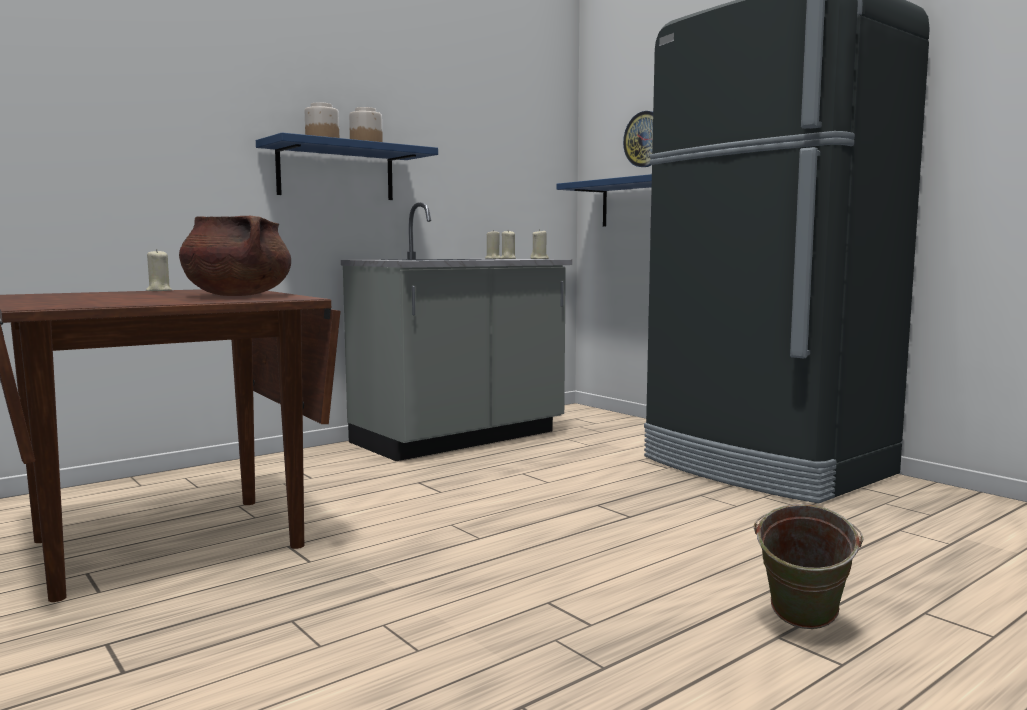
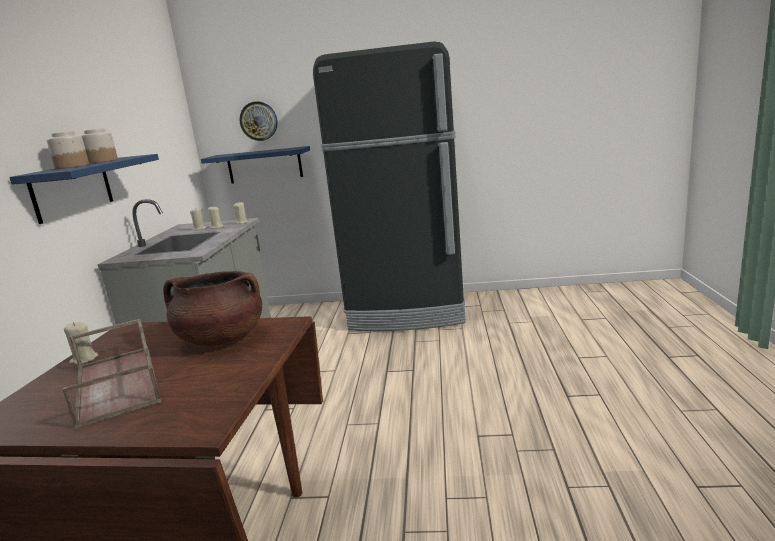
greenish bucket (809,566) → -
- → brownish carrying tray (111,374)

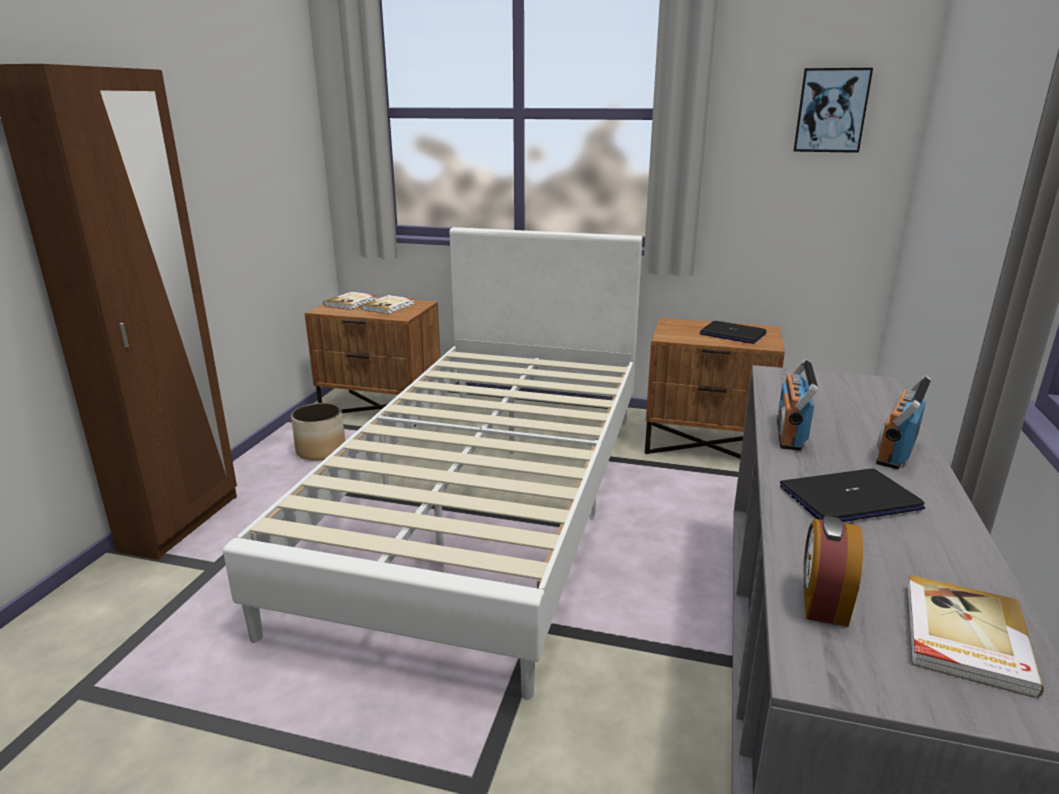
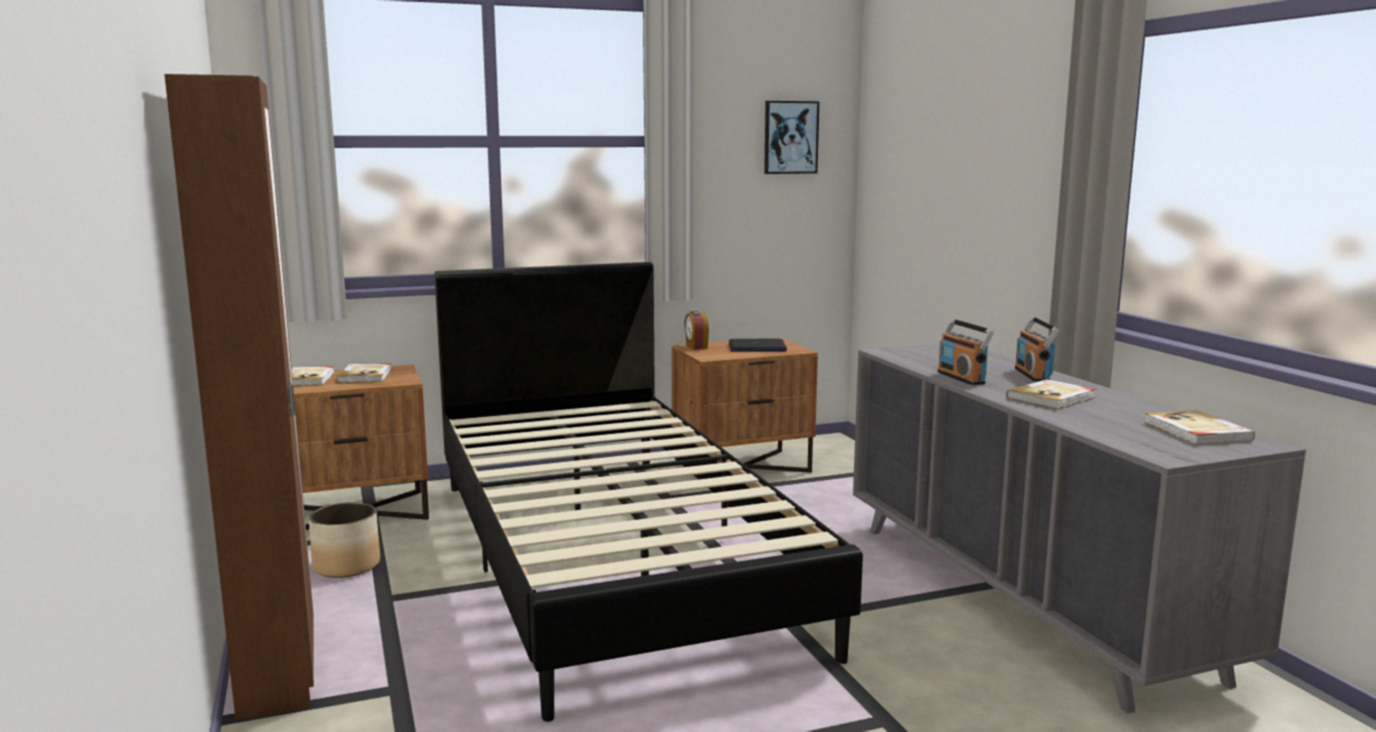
white-coloured bed (433,463) → black bed (648,492)
laptop (852,495) → book (1051,394)
alarm clock (833,571) → alarm clock (696,330), relocated

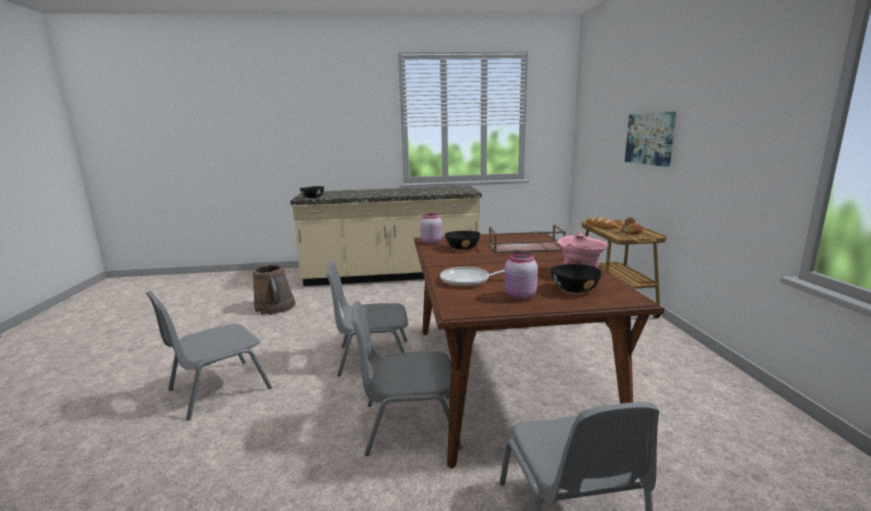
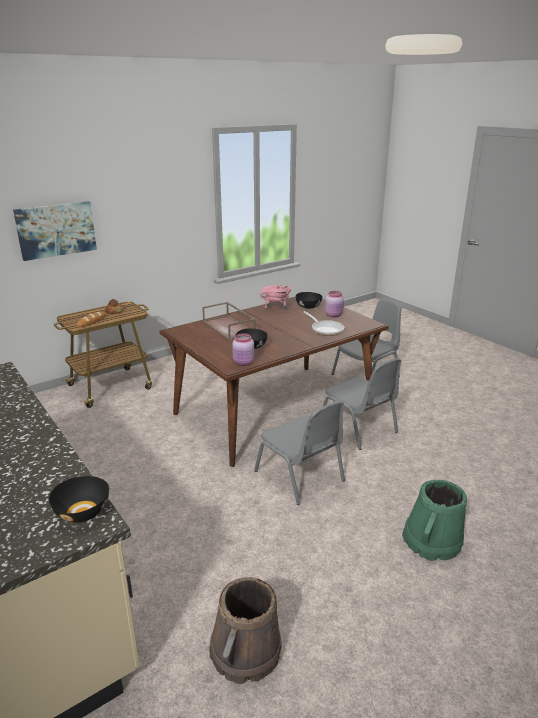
gray upright chair (209,355) → greenish bucket (434,520)

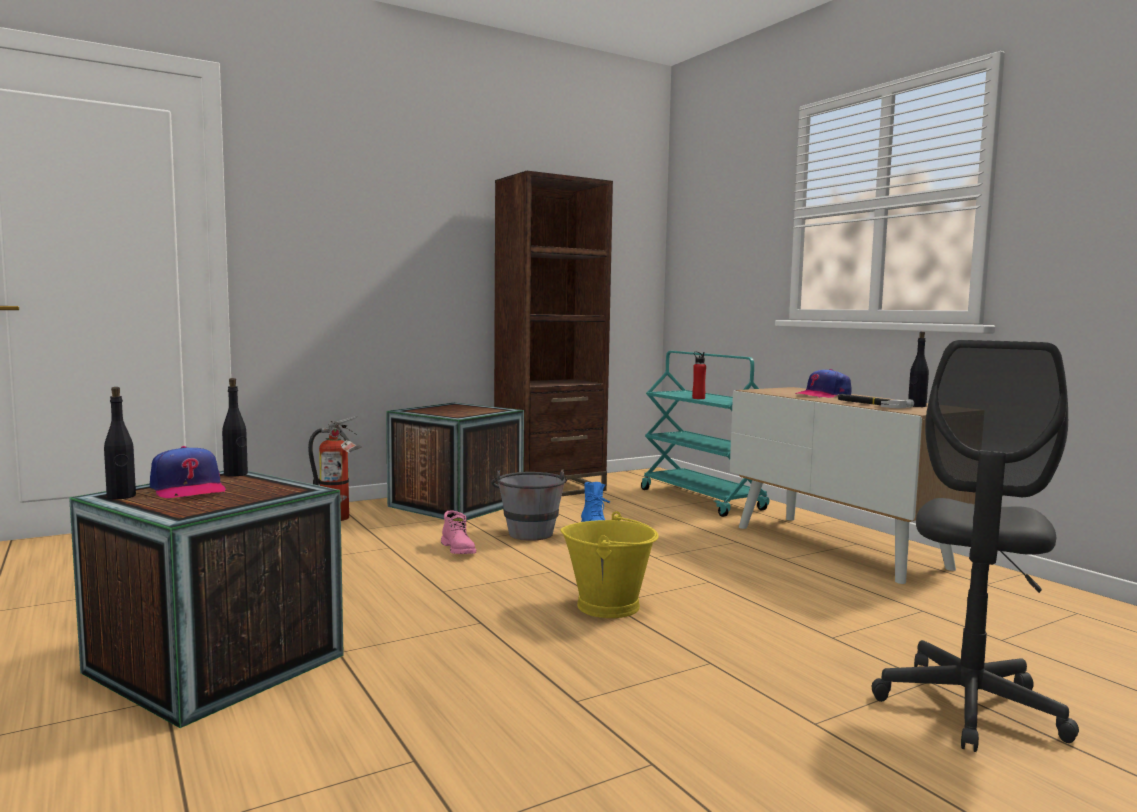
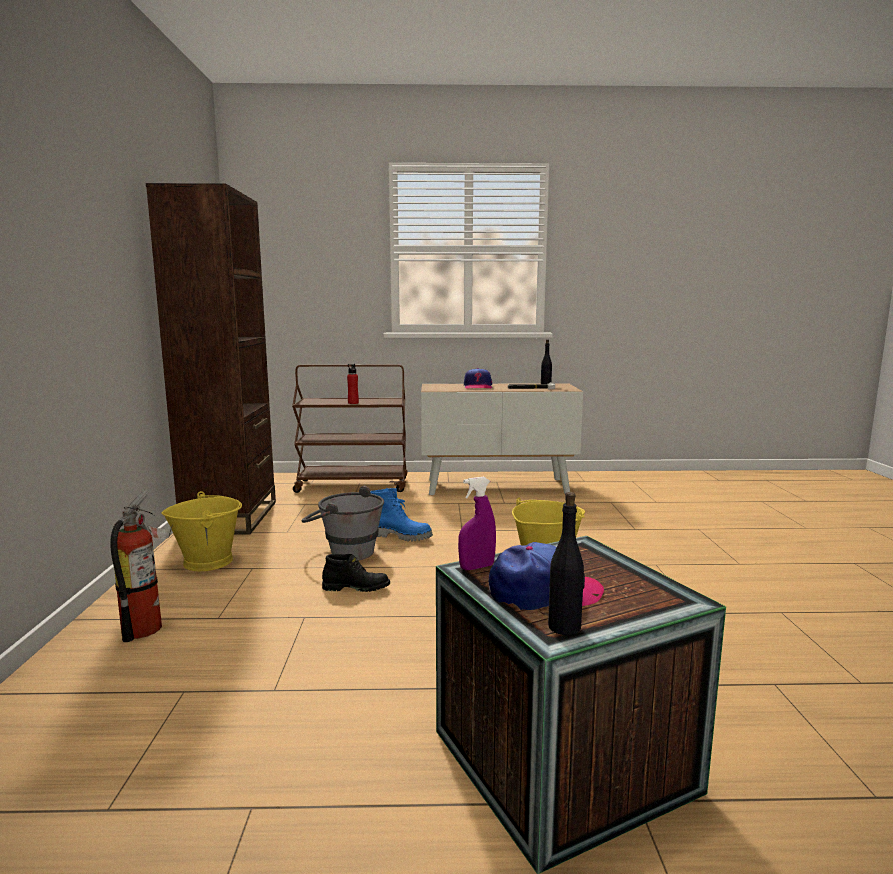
black bottle (235,427) → purple-coloured sprayer (477,523)
crate (455,461) → yellow-coloured bucket (202,531)
pink boot (458,532) → black boot (356,572)
turquoise trolley (705,434) → brownish trolley (349,429)
gray office chair (975,546) → -

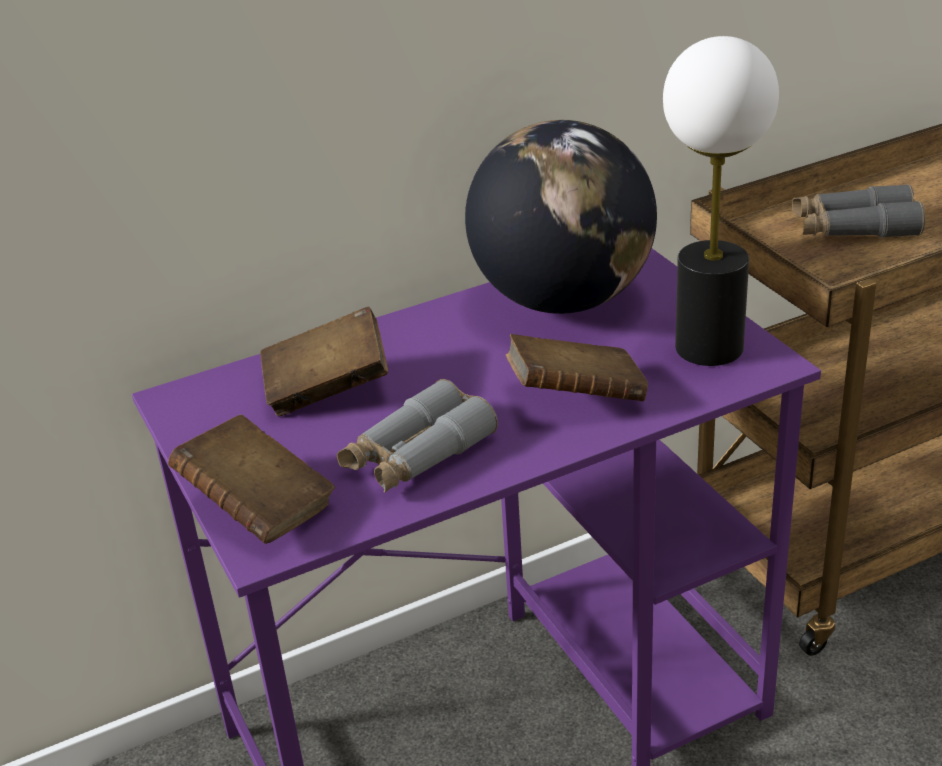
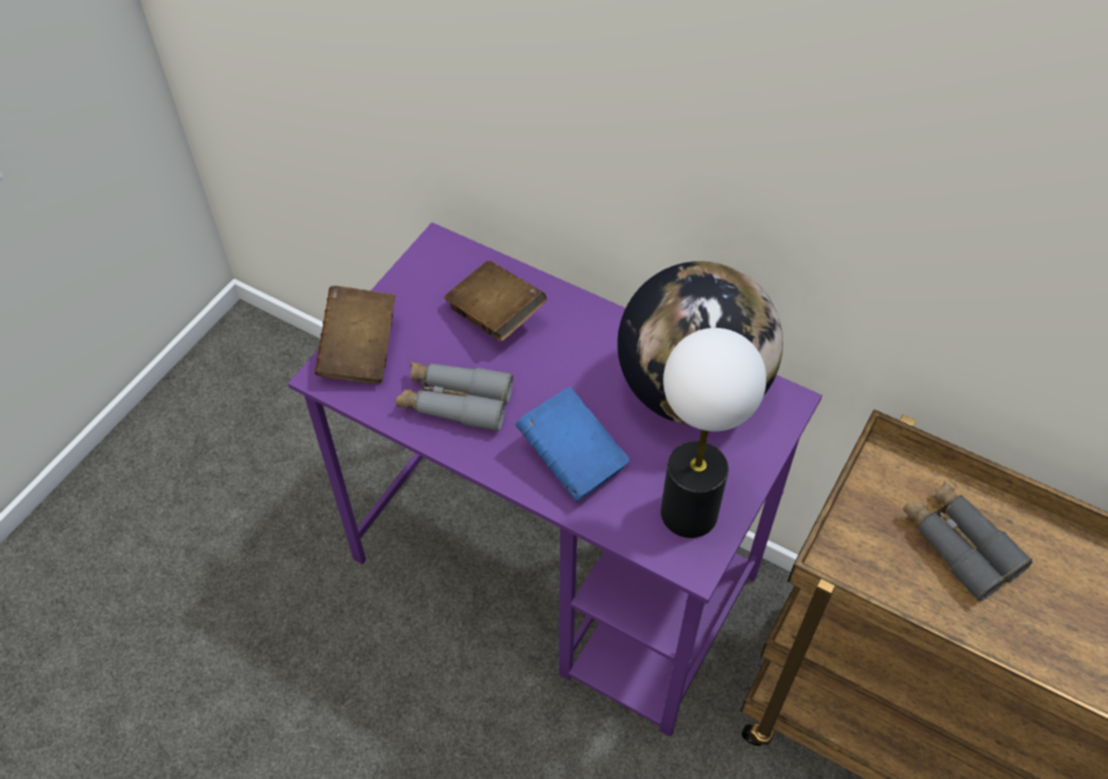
brownish book (577,367) → blue book (572,444)

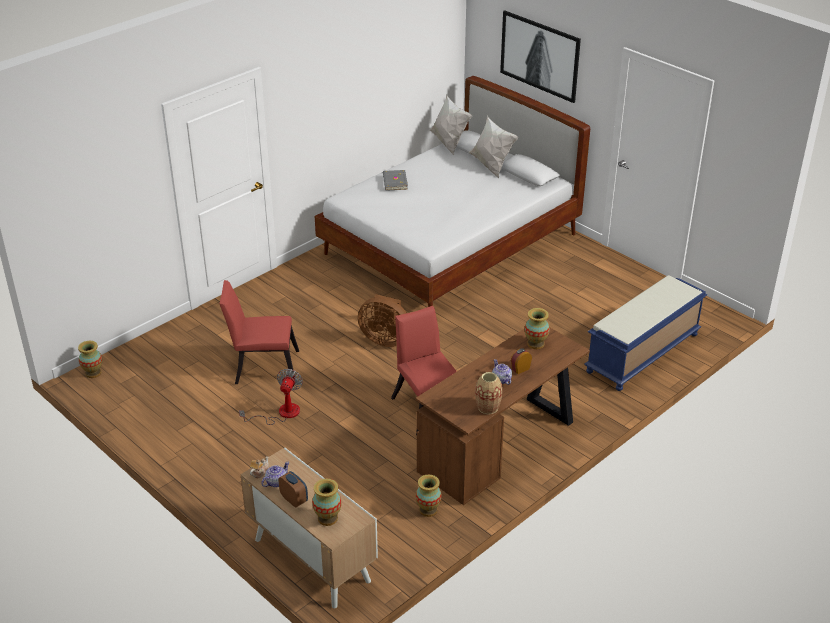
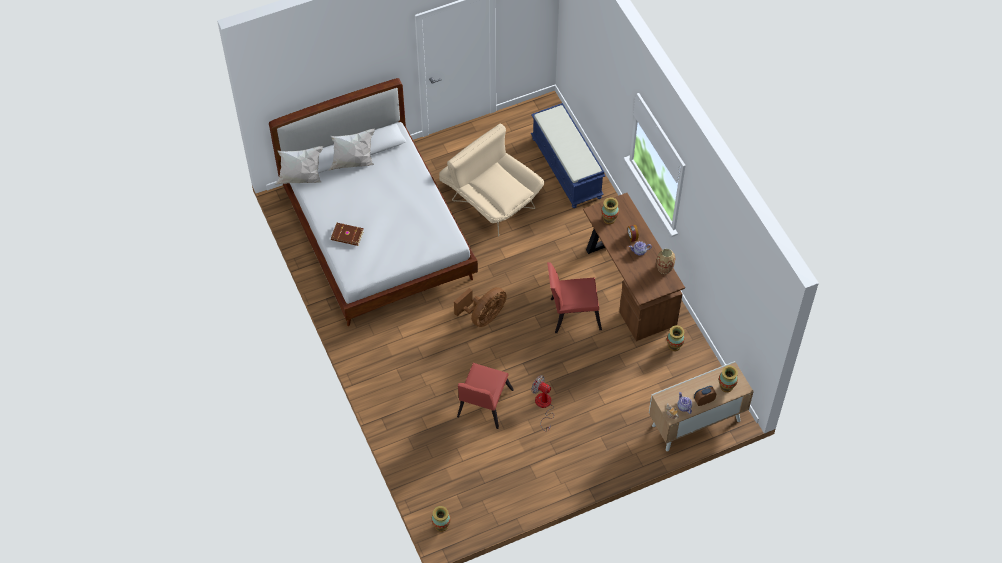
gray book (395,180) → brownish book (347,234)
wall picture (540,56) → -
- → beige easy chair (491,179)

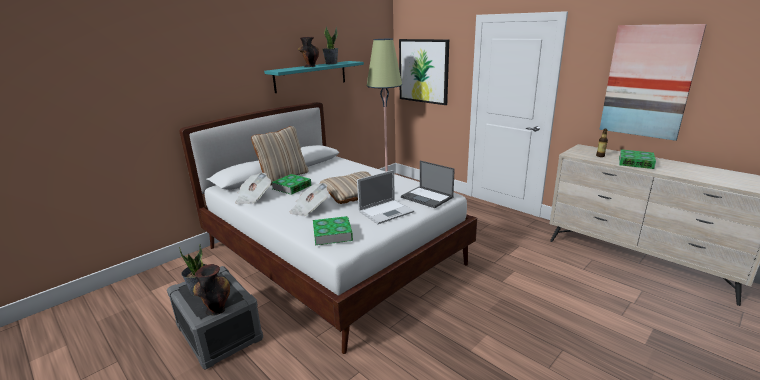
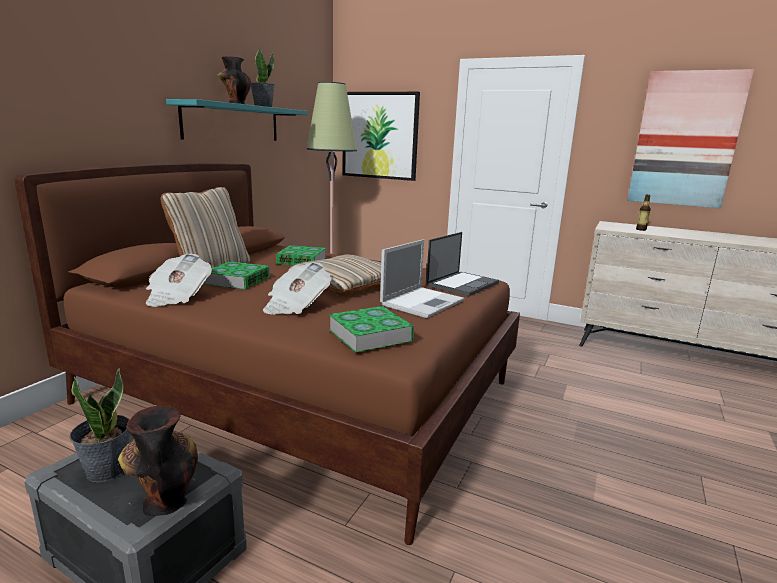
white-coloured bed (328,228) → brownish bed (267,354)
laptop (428,184) → laptop (462,264), 75 degrees counterclockwise
book (637,159) → book (301,255), relocated

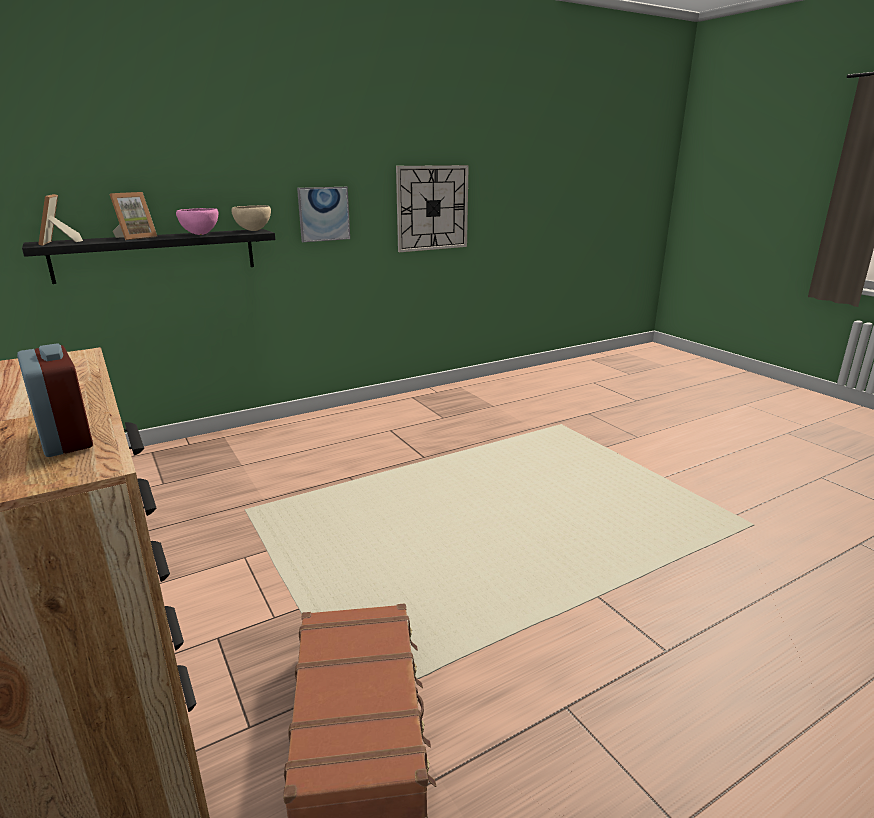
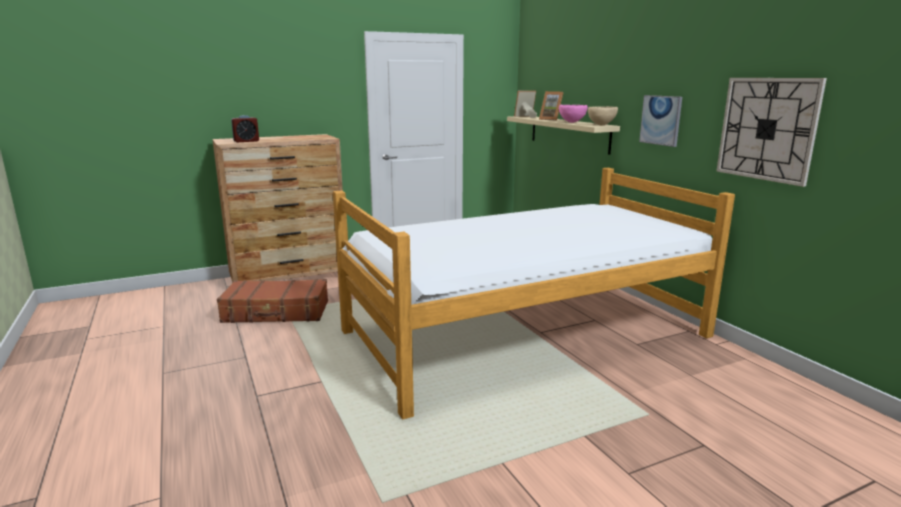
black wall shelf (148,256) → beige wall shelf (563,135)
- → bed (534,293)

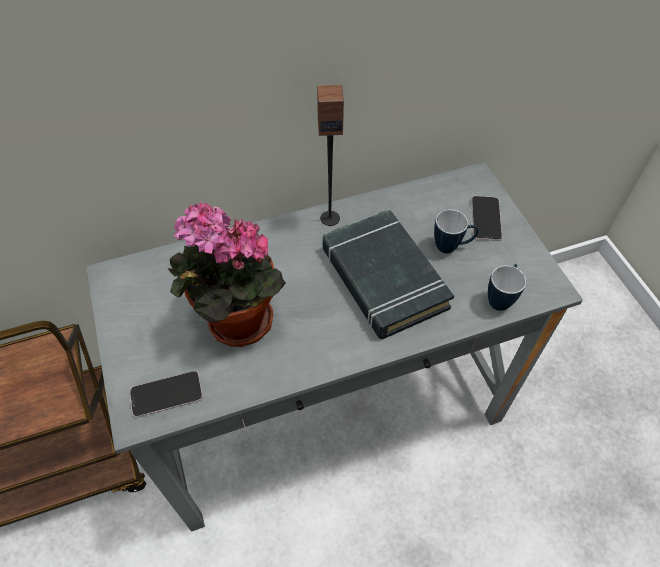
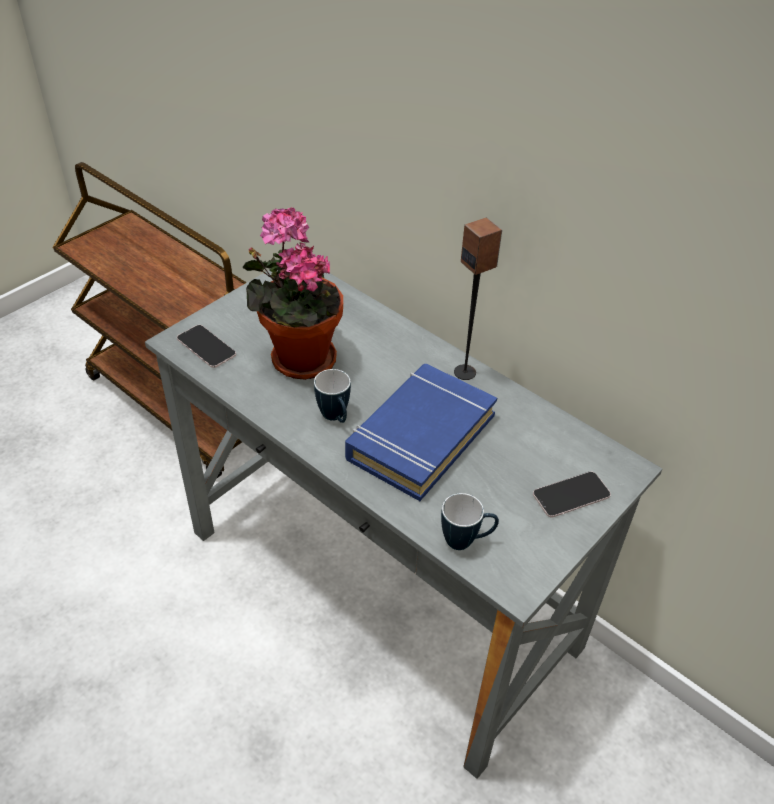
black book (388,274) → blue book (421,432)
mug (456,231) → mug (332,396), relocated

